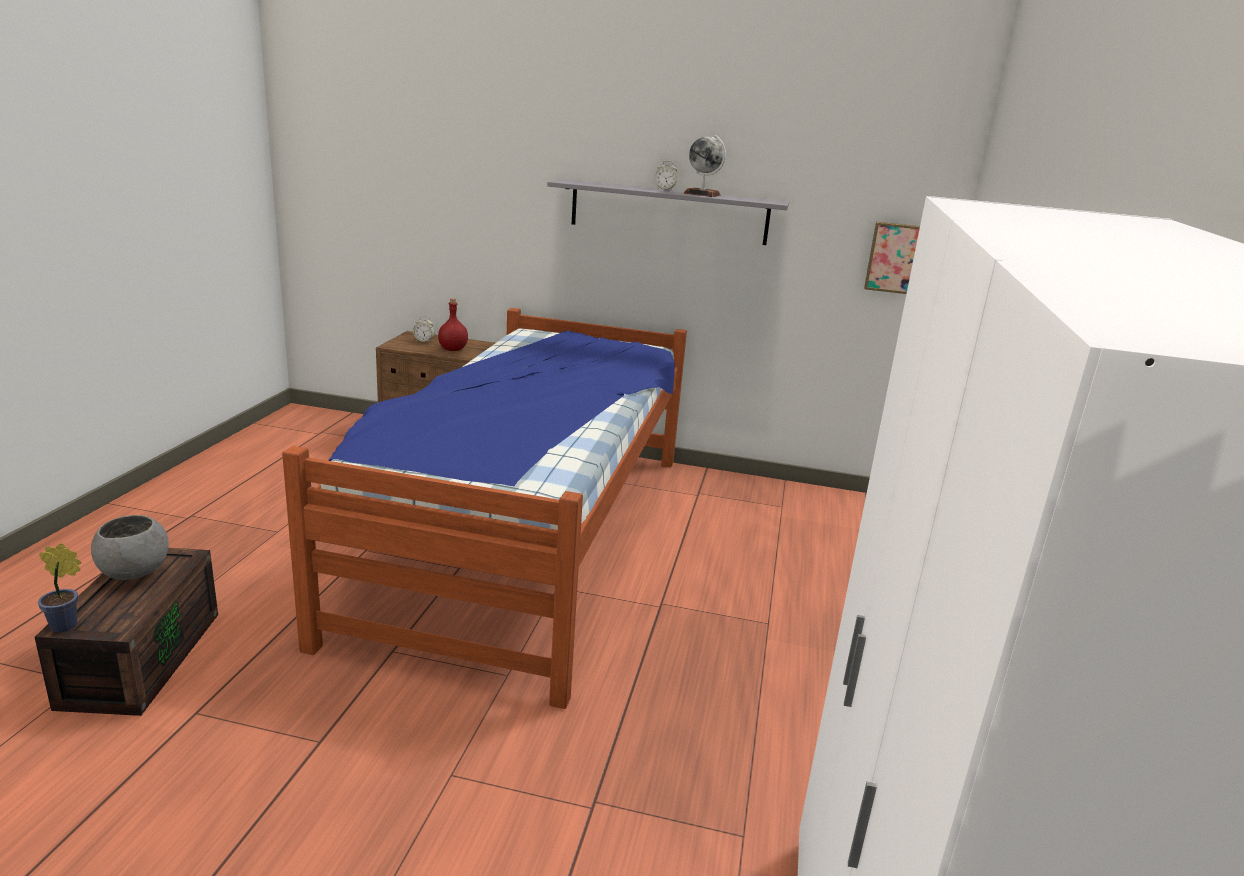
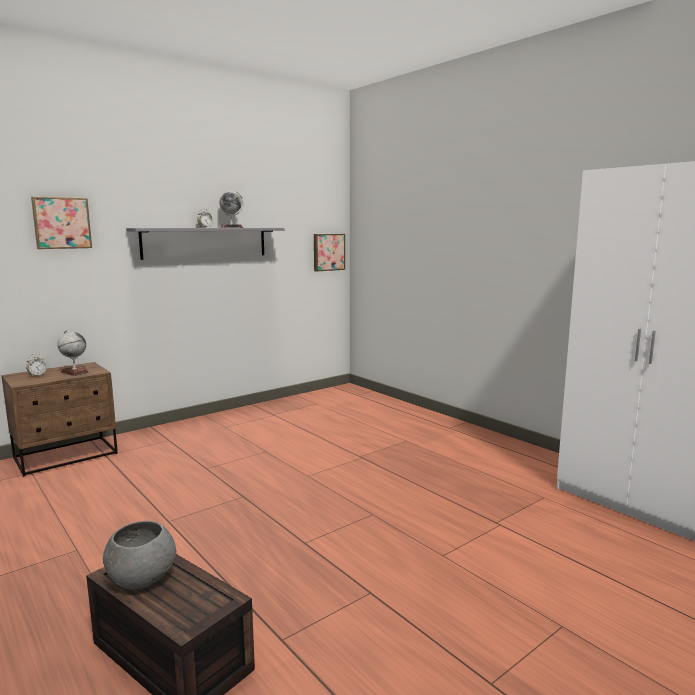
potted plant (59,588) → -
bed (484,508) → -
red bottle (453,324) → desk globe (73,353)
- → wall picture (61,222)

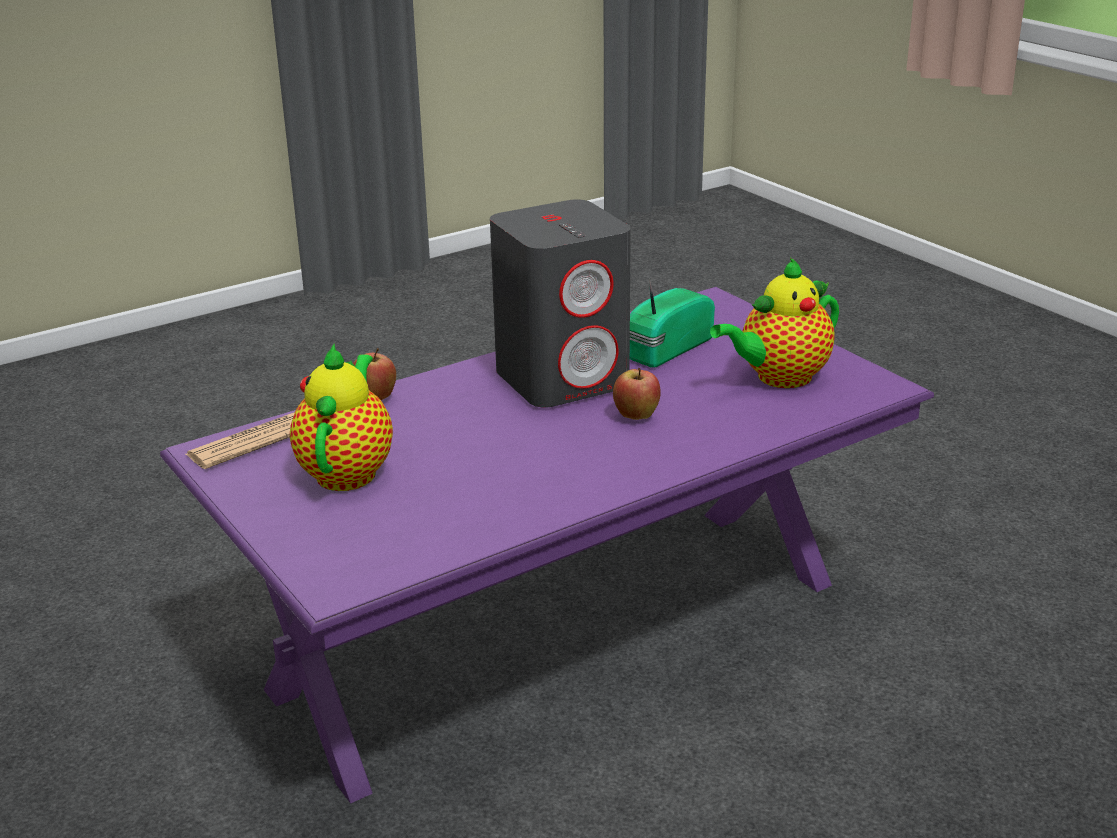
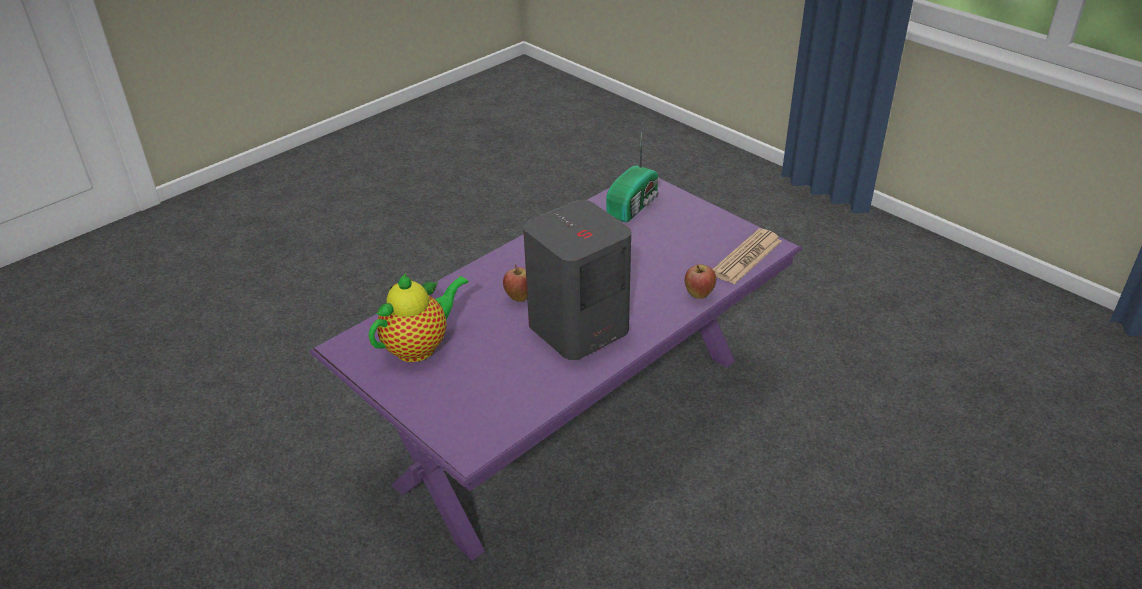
tea pot (341,417) → -
radio (672,323) → radio (632,177), relocated

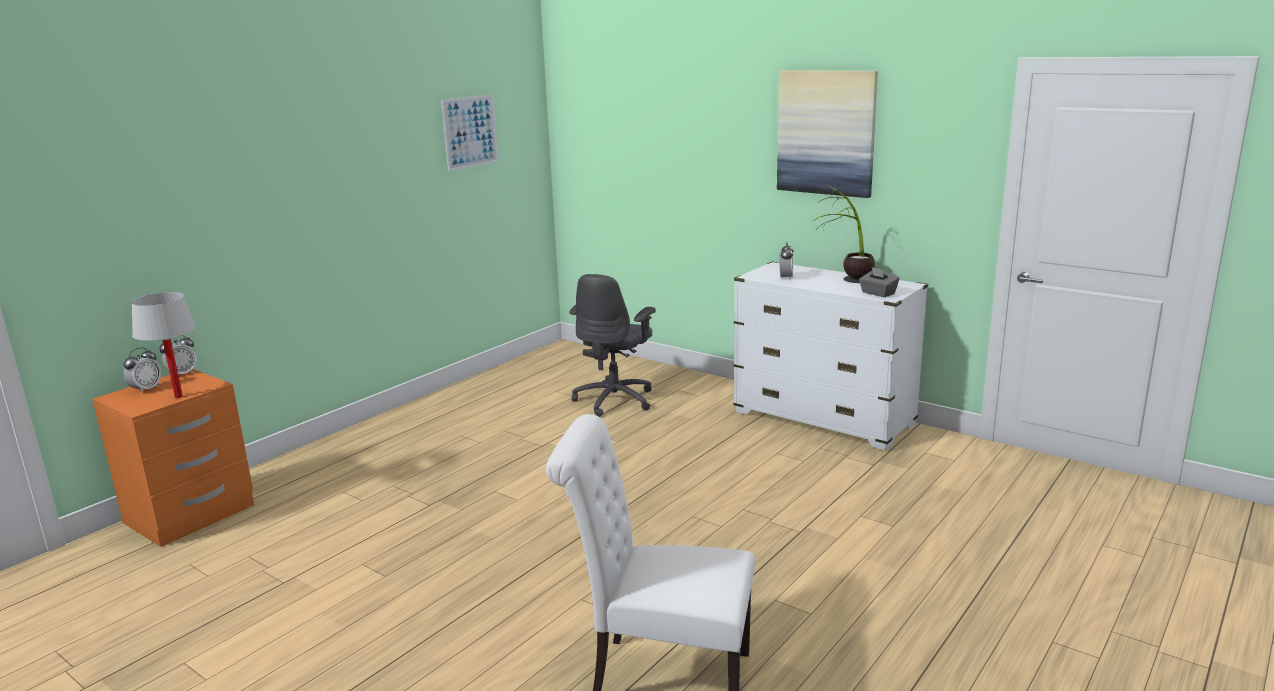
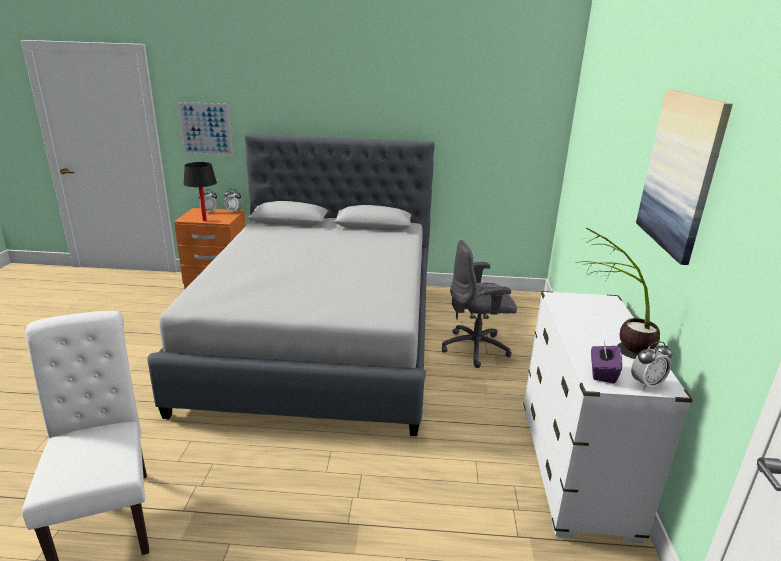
white-coloured tabletop lamp (163,345) → black tabletop lamp (200,191)
wall picture (470,132) → wall picture (205,129), relocated
alarm clock (786,261) → alarm clock (651,365), relocated
gray tissue box (879,282) → purple-coloured tissue box (606,361)
- → gray bed (291,285)

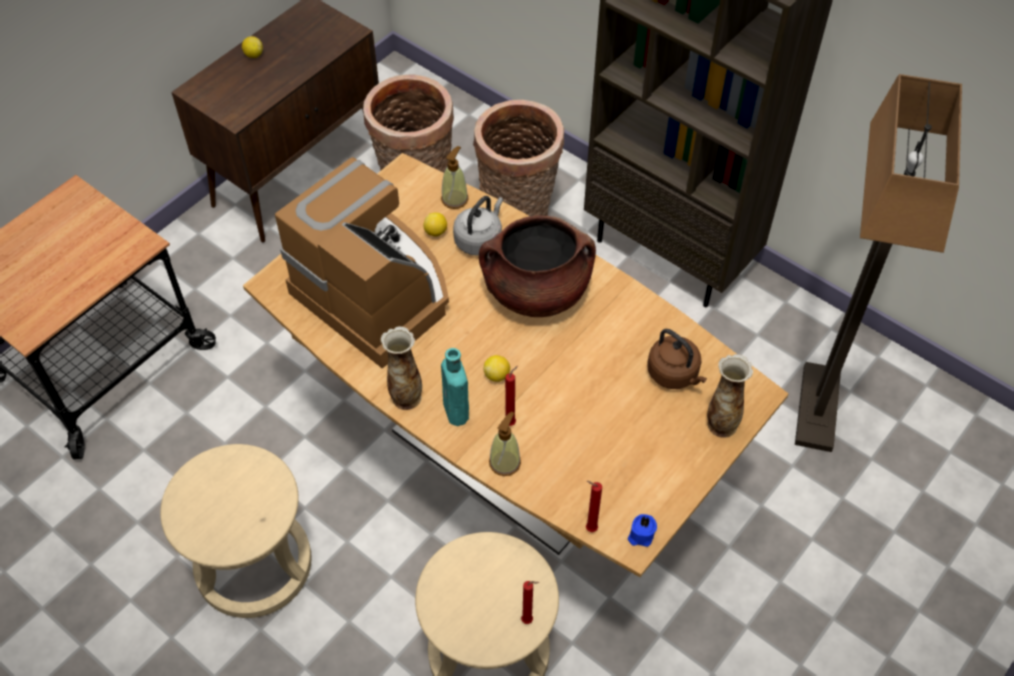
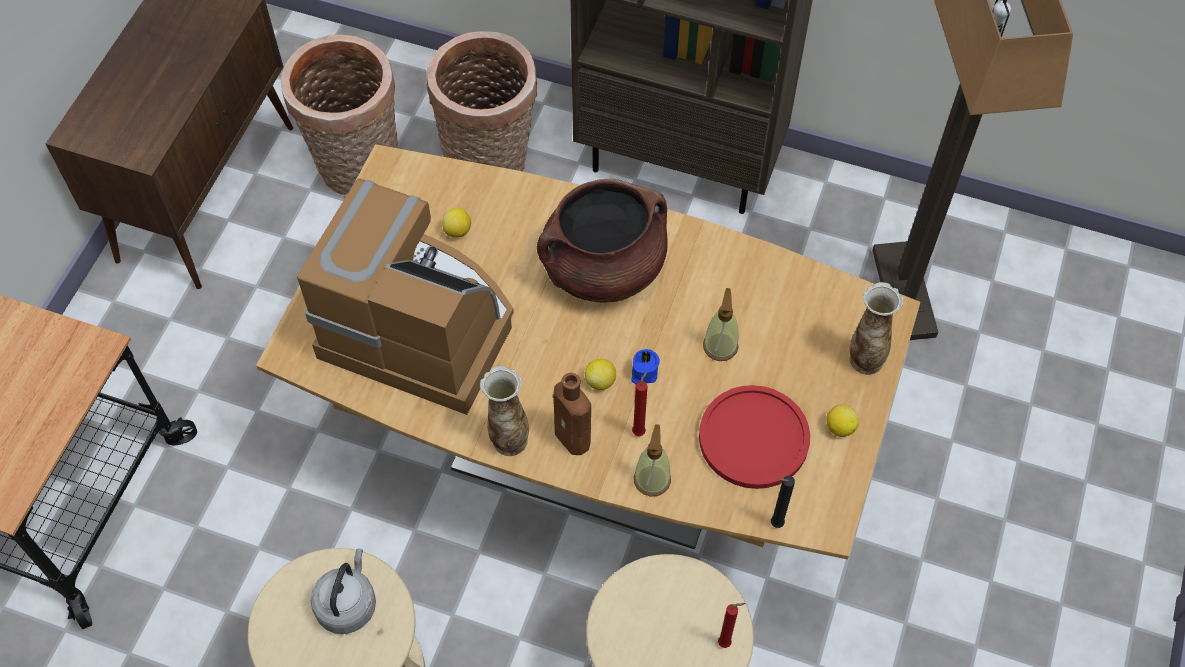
whole lemon (252,47) → whole lemon (843,421), relocated
soap bottle (454,177) → soap bottle (721,324), relocated
turquoise bottle (455,387) → brownish bottle (572,414)
gray water kettle (478,226) → gray water kettle (343,591), relocated
red wax candle (594,506) → black wax candle (783,502)
blue wax candle (642,530) → blue wax candle (645,366), relocated
brownish water kettle (677,359) → -
- → red flat dish (754,437)

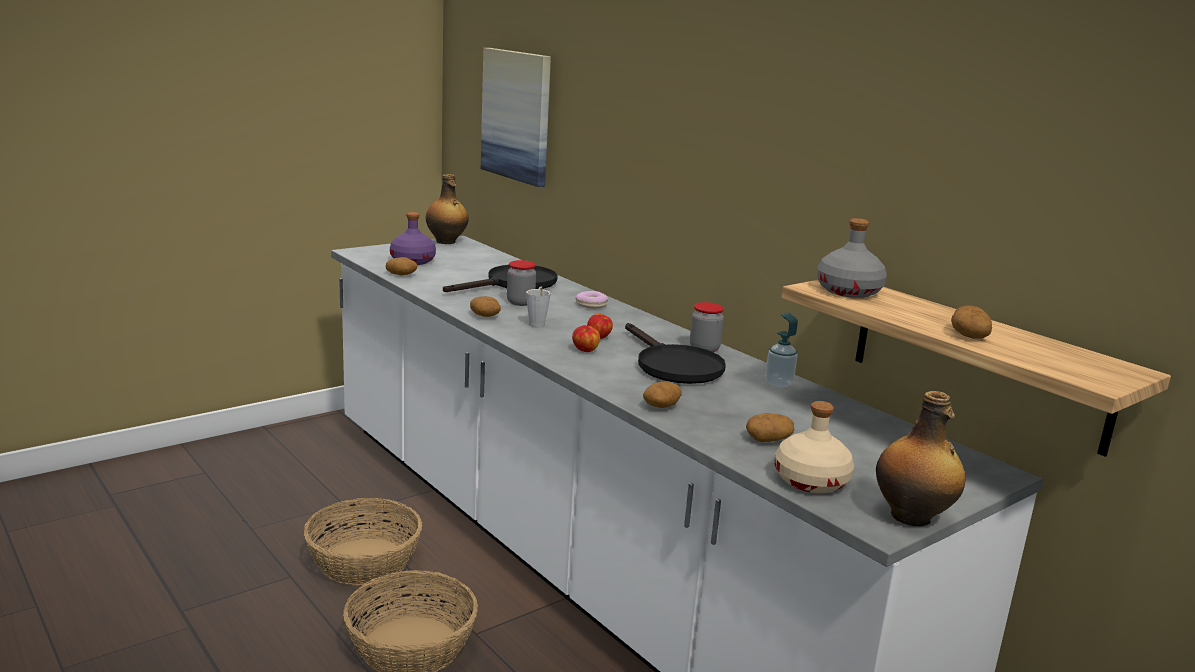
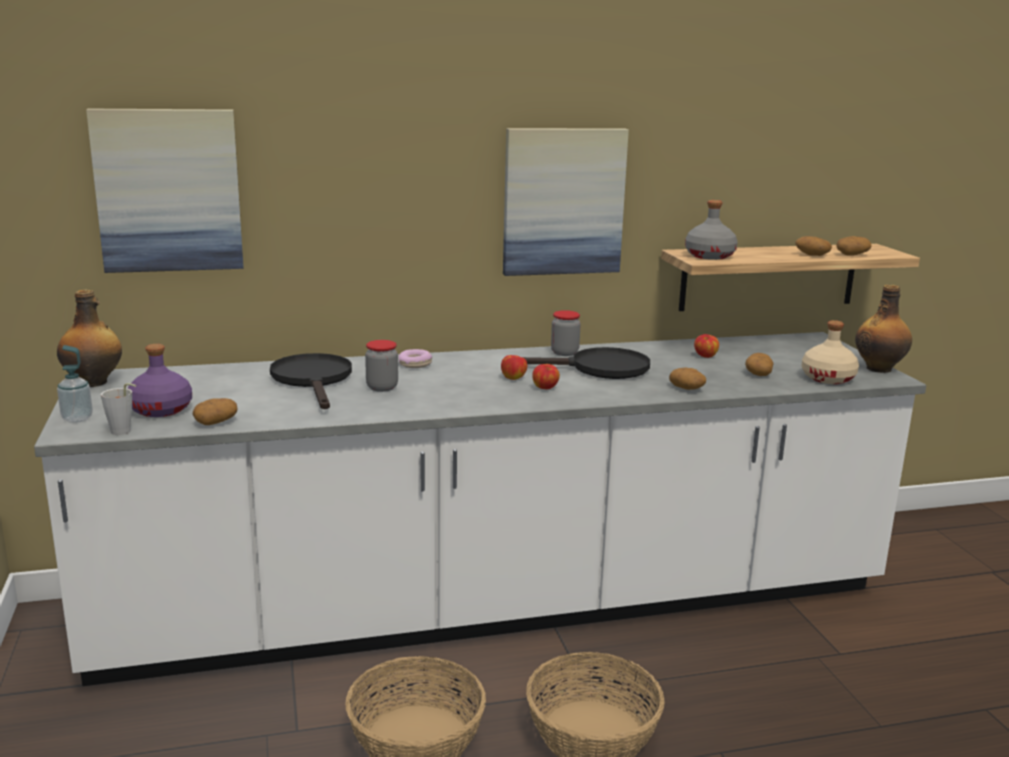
potato (485,306) → potato (854,245), relocated
gray drinking cup (538,307) → gray drinking cup (118,409), relocated
soap bottle (781,349) → soap bottle (75,384), relocated
- → wall picture (566,202)
- → apple (706,346)

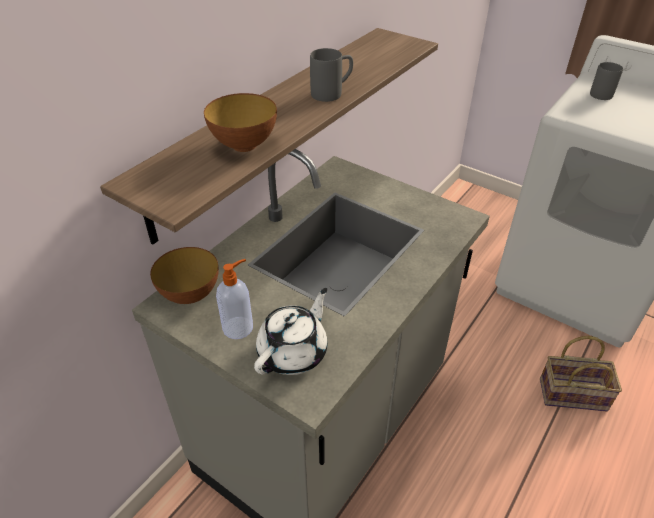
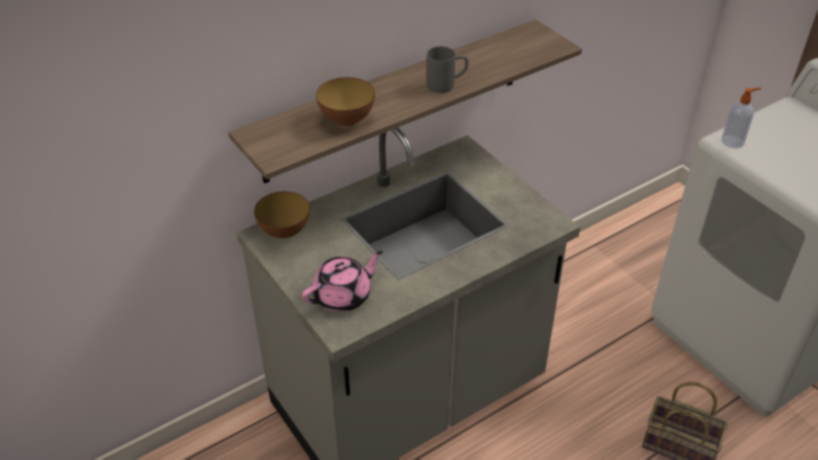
soap bottle (234,299) → soap bottle (741,118), relocated
white-coloured tea pot (291,331) → pink tea pot (342,281)
gray mug (606,81) → -

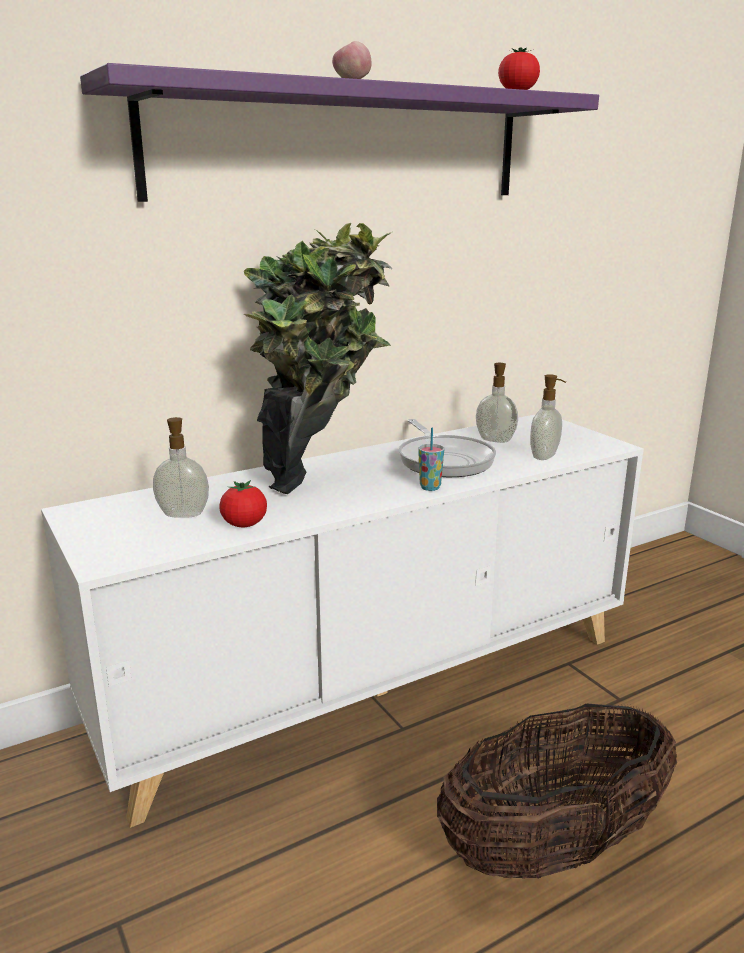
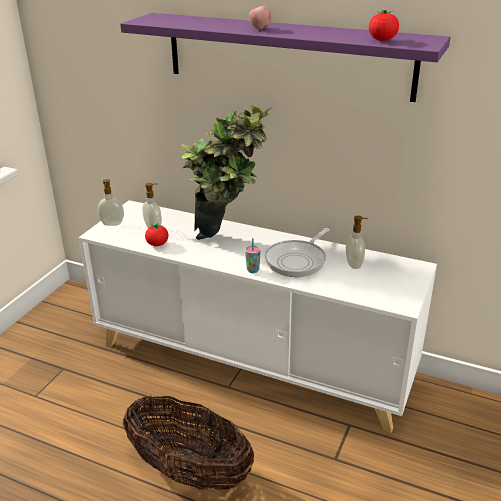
soap bottle (548,417) → soap bottle (110,202), relocated

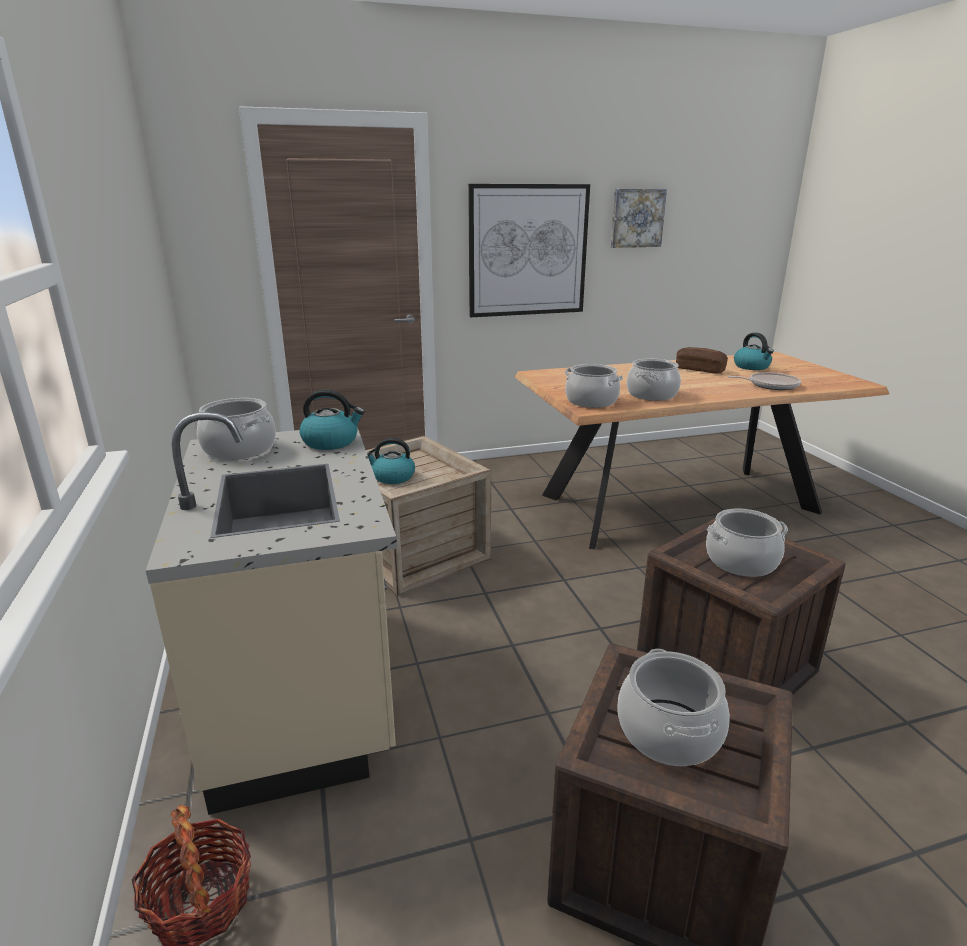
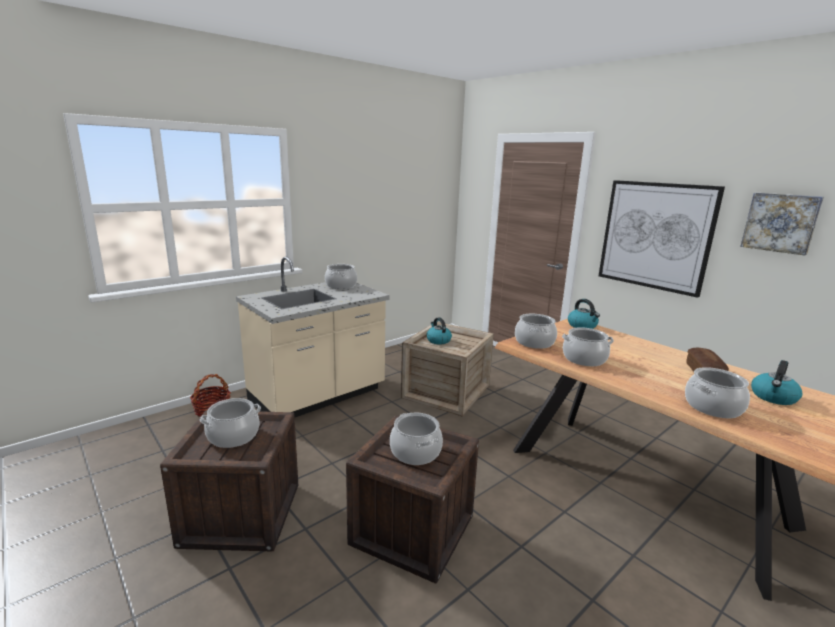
water kettle (332,419) → water kettle (584,314), relocated
frying pan (764,381) → cooking pot (717,392)

